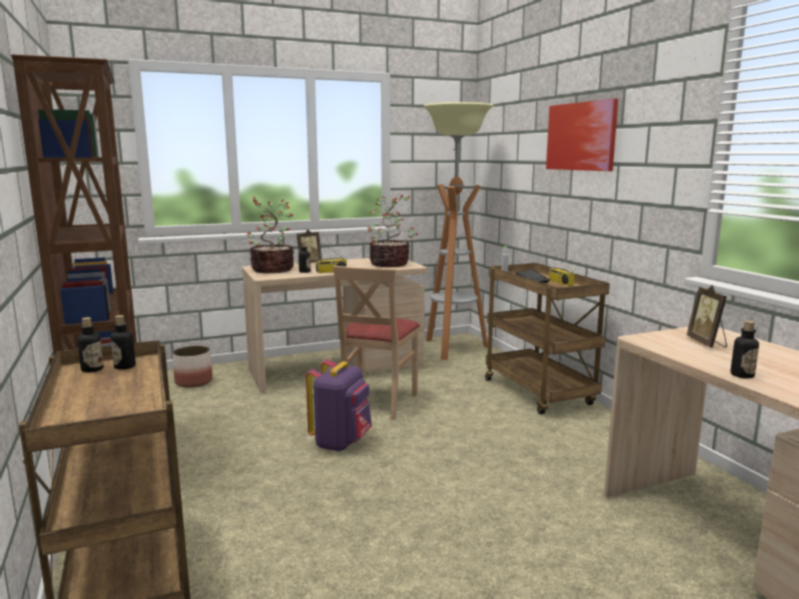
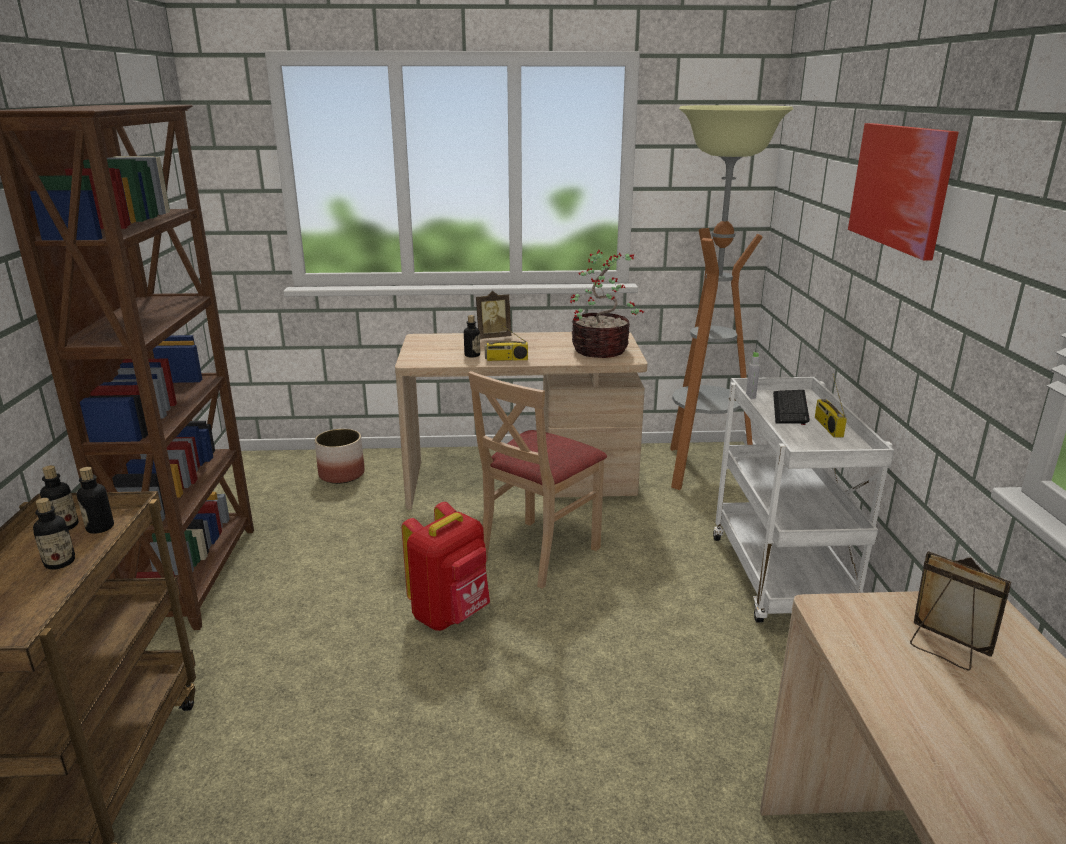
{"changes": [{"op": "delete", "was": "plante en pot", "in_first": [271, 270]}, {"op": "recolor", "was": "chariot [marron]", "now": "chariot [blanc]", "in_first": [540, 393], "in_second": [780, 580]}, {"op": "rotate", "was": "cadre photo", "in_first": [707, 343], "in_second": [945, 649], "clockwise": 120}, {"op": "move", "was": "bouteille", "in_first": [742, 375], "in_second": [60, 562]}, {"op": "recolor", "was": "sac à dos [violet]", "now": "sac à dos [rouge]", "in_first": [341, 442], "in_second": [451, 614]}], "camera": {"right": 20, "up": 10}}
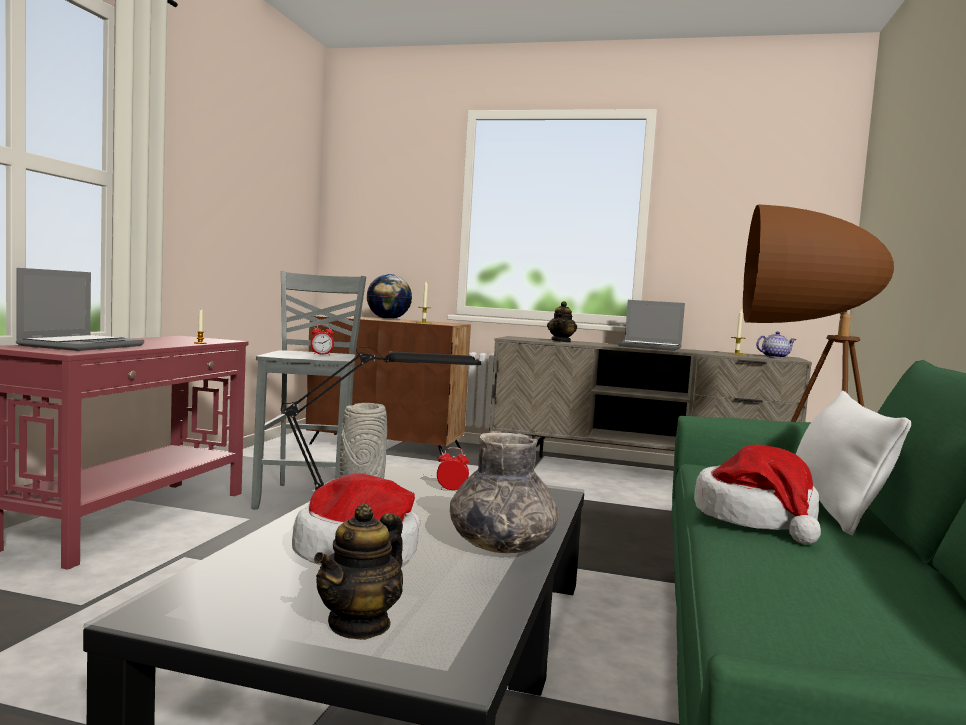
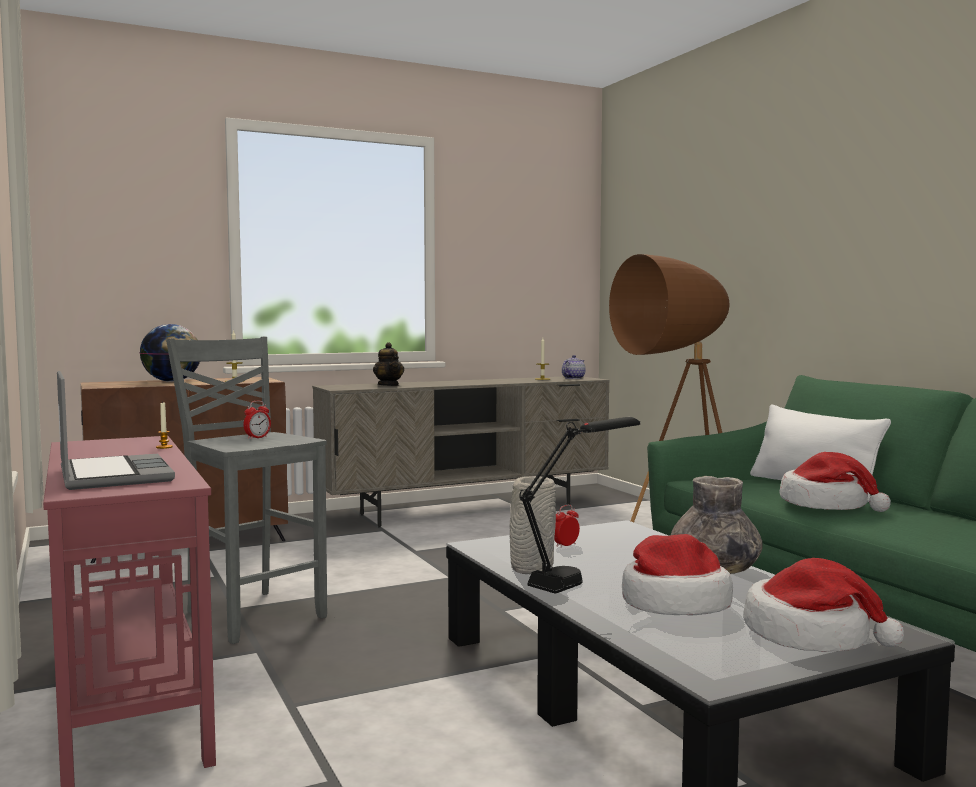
{"changes": [{"op": "delete", "was": "ordinateur portable", "in_first": [650, 347]}, {"op": "replace", "was": "théière", "now": "chapeau", "in_first": [360, 624], "in_second": [810, 635]}], "camera": {"right": -40, "up": 0}}
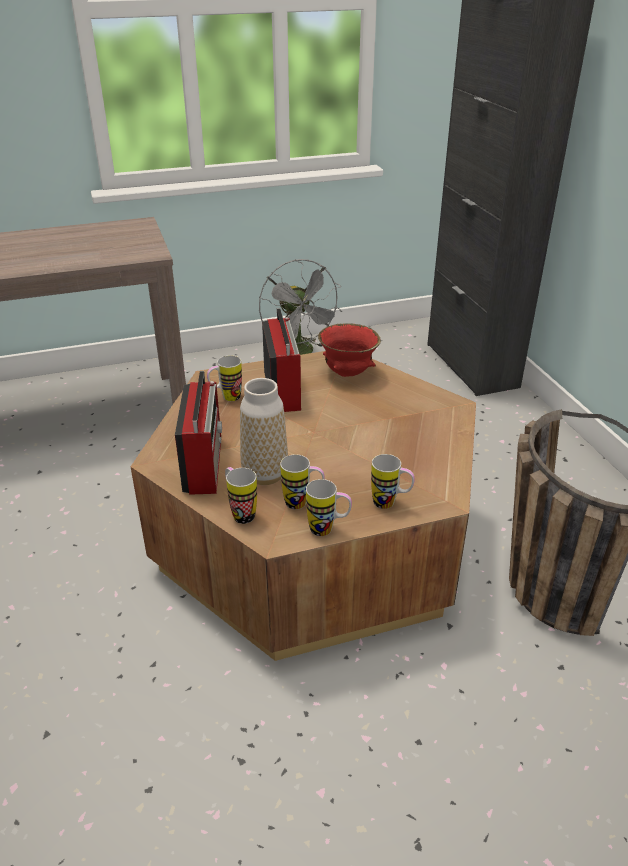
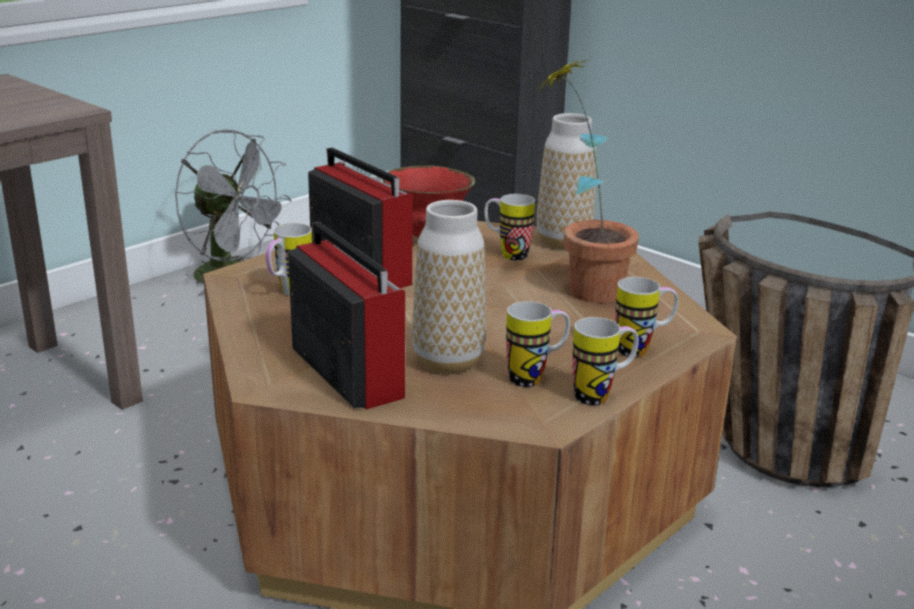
{"changes": [{"op": "move", "was": "mug", "in_first": [240, 512], "in_second": [506, 254]}, {"op": "insert", "now": "plante en pot", "in_second": [581, 286]}, {"op": "insert", "now": "vase", "in_second": [563, 242]}], "camera": {"right": -30, "up": -10}}
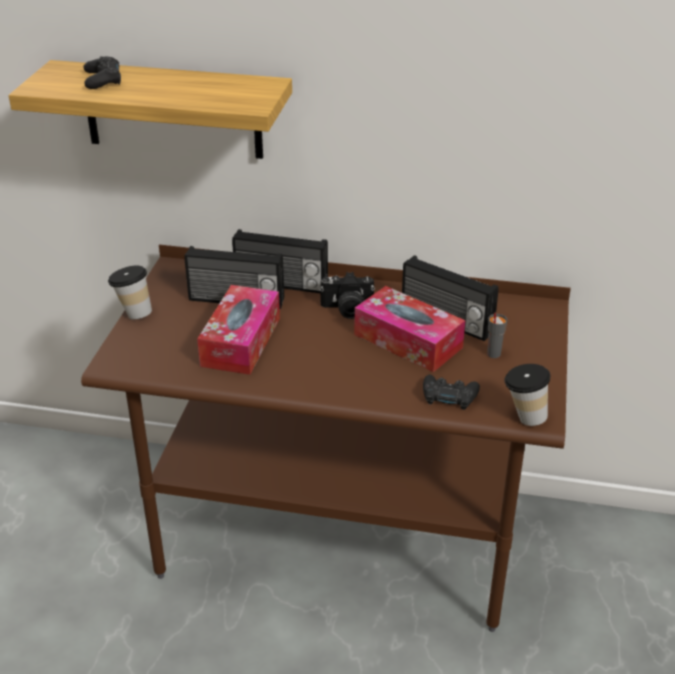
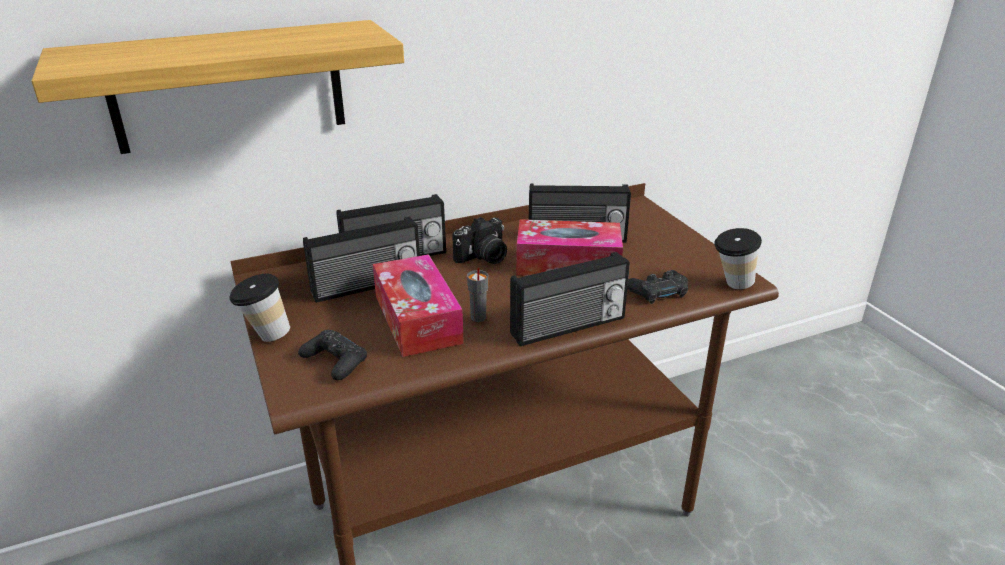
{"changes": [{"op": "move", "was": "manette [noir]", "in_first": [103, 80], "in_second": [335, 361]}, {"op": "move", "was": "tasse [gris]", "in_first": [493, 354], "in_second": [478, 318]}, {"op": "insert", "now": "radio", "in_second": [569, 327]}], "camera": {"right": -35, "up": -5}}
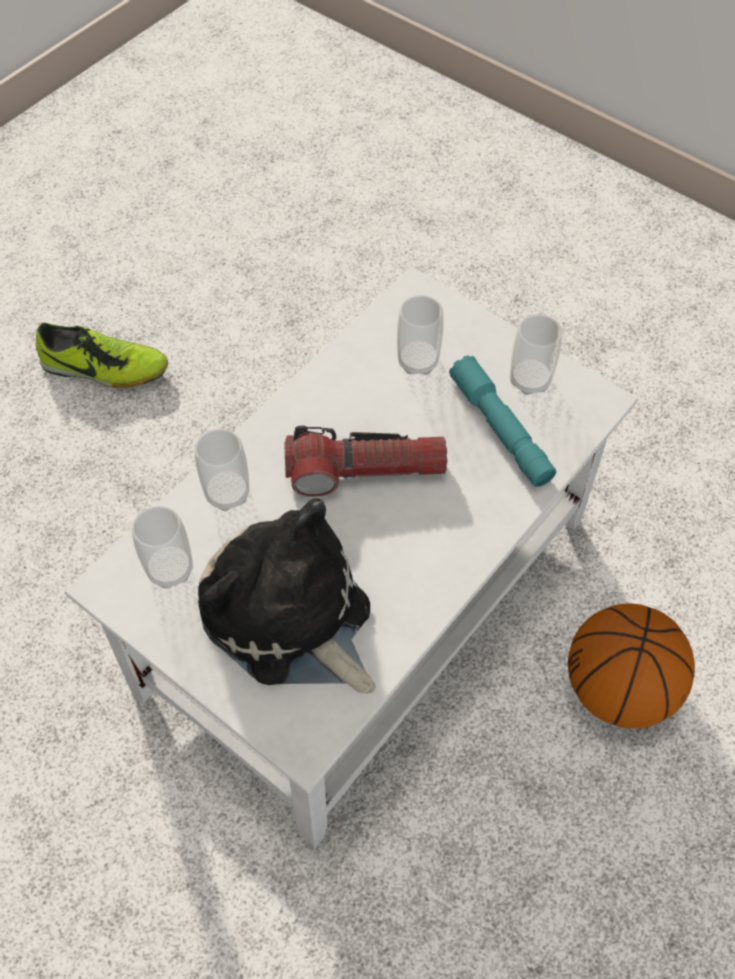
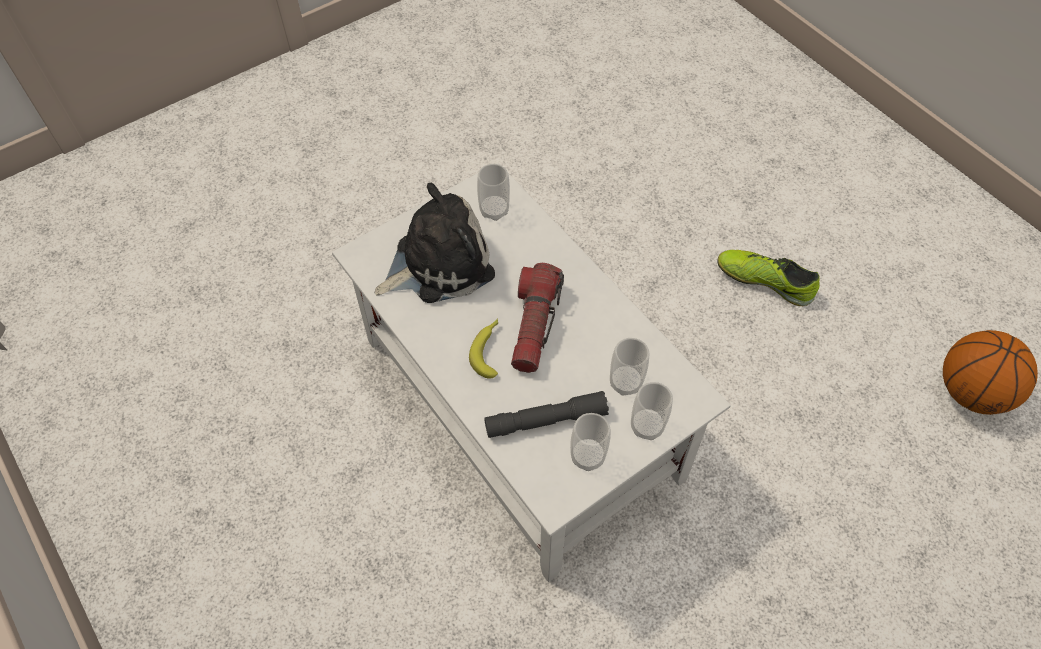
{"changes": [{"op": "rotate", "was": "chaussure", "in_first": [105, 369], "in_second": [764, 281], "clockwise": 90}, {"op": "recolor", "was": "lampe de poche [turquoise]", "now": "lampe de poche [gris]", "in_first": [500, 429], "in_second": [546, 420]}, {"op": "move", "was": "tasse", "in_first": [227, 493], "in_second": [647, 426]}, {"op": "move", "was": "ballon de basket", "in_first": [618, 688], "in_second": [971, 392]}, {"op": "insert", "now": "banane", "in_second": [489, 350]}], "camera": {"right": 105, "up": 0}}
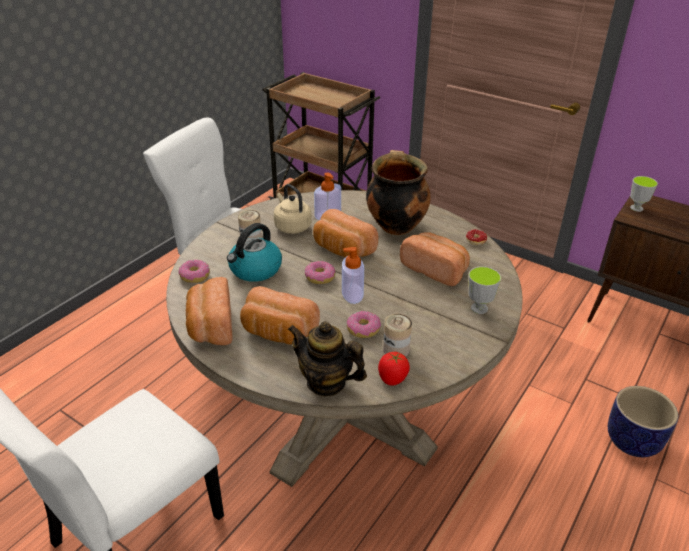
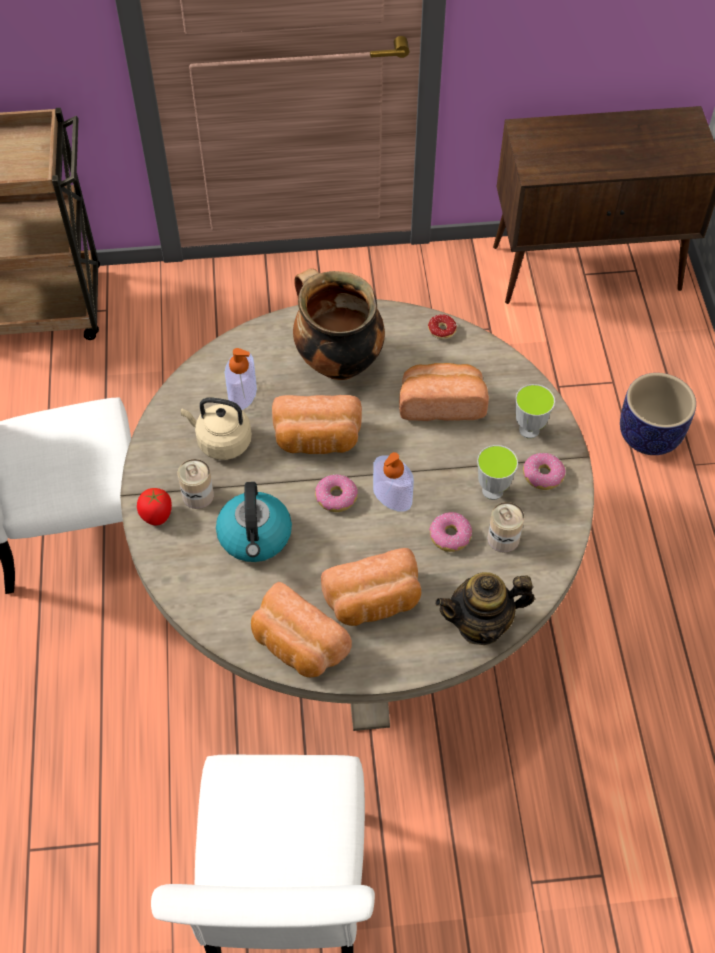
{"changes": [{"op": "move", "was": "tasse", "in_first": [636, 208], "in_second": [492, 491]}, {"op": "move", "was": "beignet", "in_first": [195, 276], "in_second": [542, 475]}, {"op": "move", "was": "tomate", "in_first": [392, 379], "in_second": [157, 515]}], "camera": {"right": -40, "up": 20}}
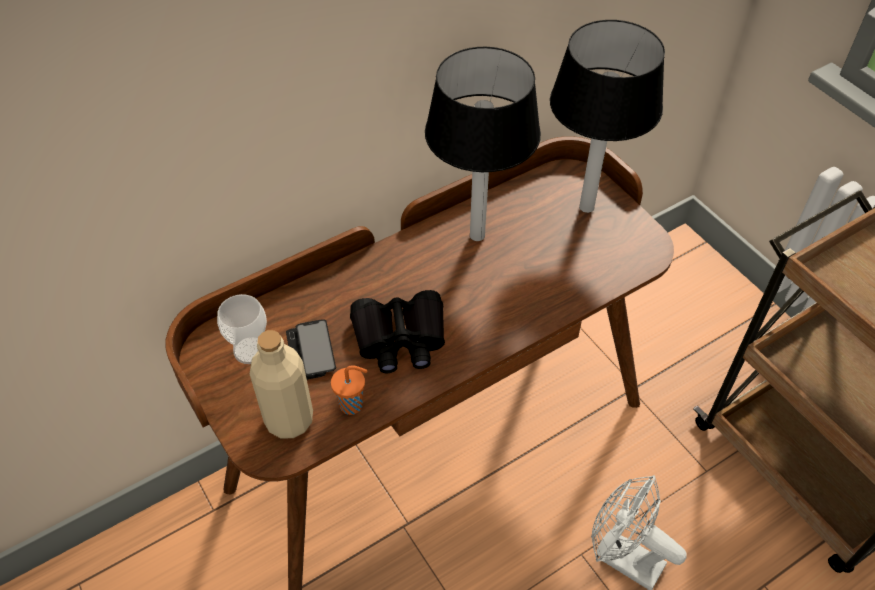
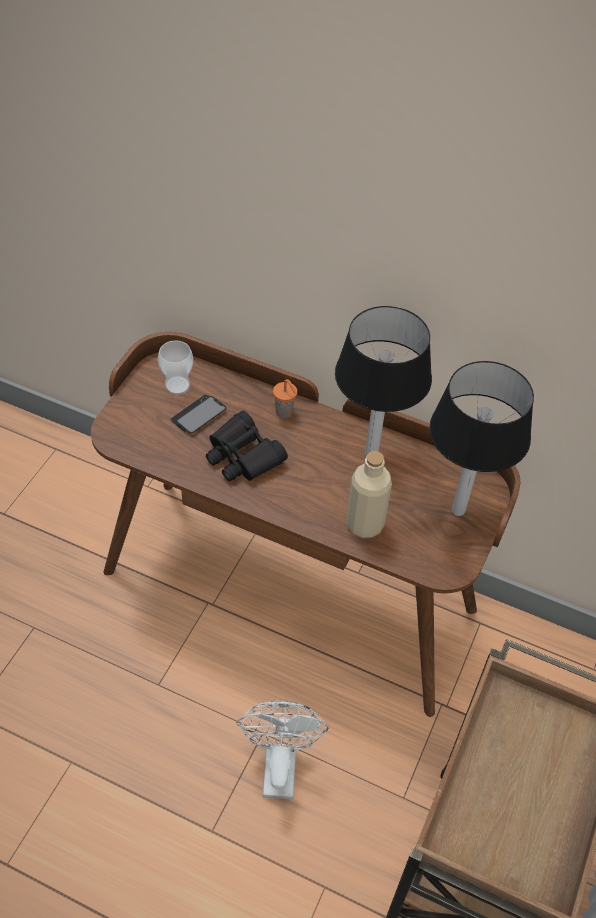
{"changes": [{"op": "move", "was": "bouteille [beige]", "in_first": [289, 419], "in_second": [364, 524]}, {"op": "move", "was": "tasse [orange]", "in_first": [352, 405], "in_second": [285, 412]}], "camera": {"right": 55, "up": 0}}
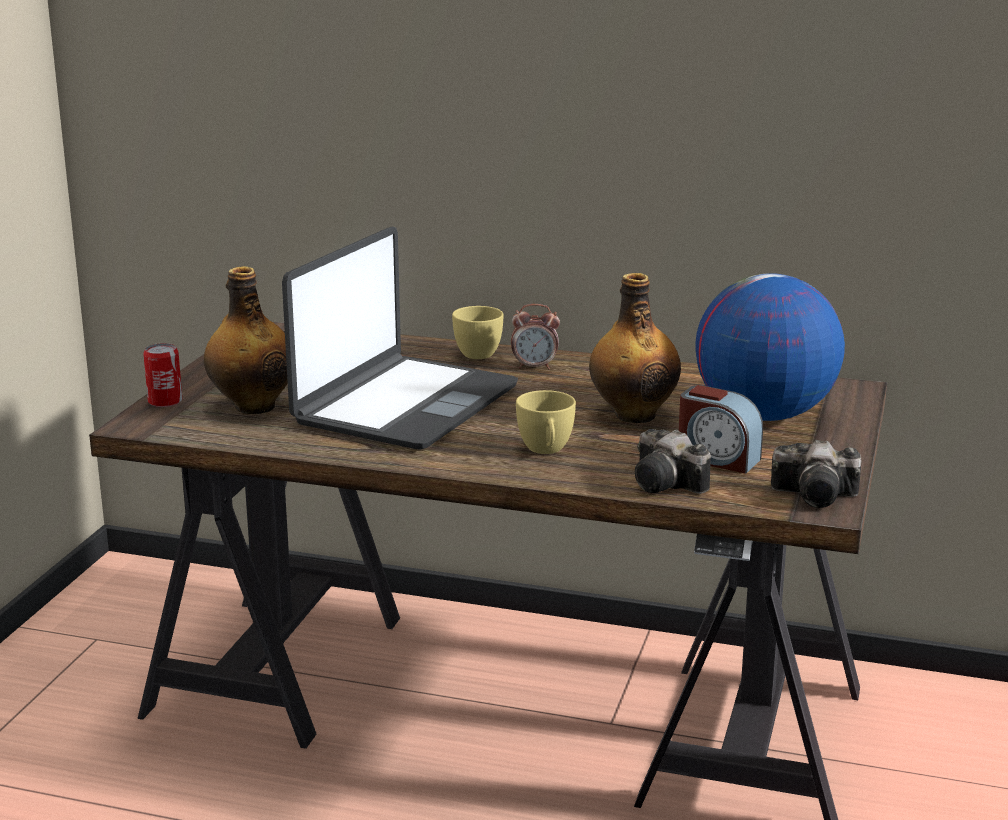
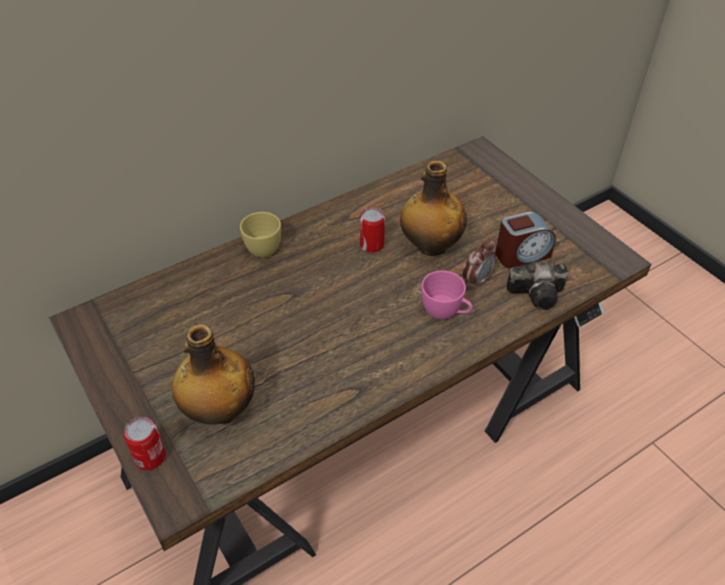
{"changes": [{"op": "delete", "was": "ordinateur portable", "in_first": [404, 405]}, {"op": "delete", "was": "globe", "in_first": [763, 415]}, {"op": "move", "was": "réveil", "in_first": [534, 367], "in_second": [477, 280]}, {"op": "recolor", "was": "tasse [jaune]", "now": "tasse [rose]", "in_first": [546, 450], "in_second": [445, 313]}, {"op": "delete", "was": "appareil photo", "in_first": [818, 496]}, {"op": "insert", "now": "boîte métallique", "in_second": [372, 245]}], "camera": {"right": -50, "up": 25}}
